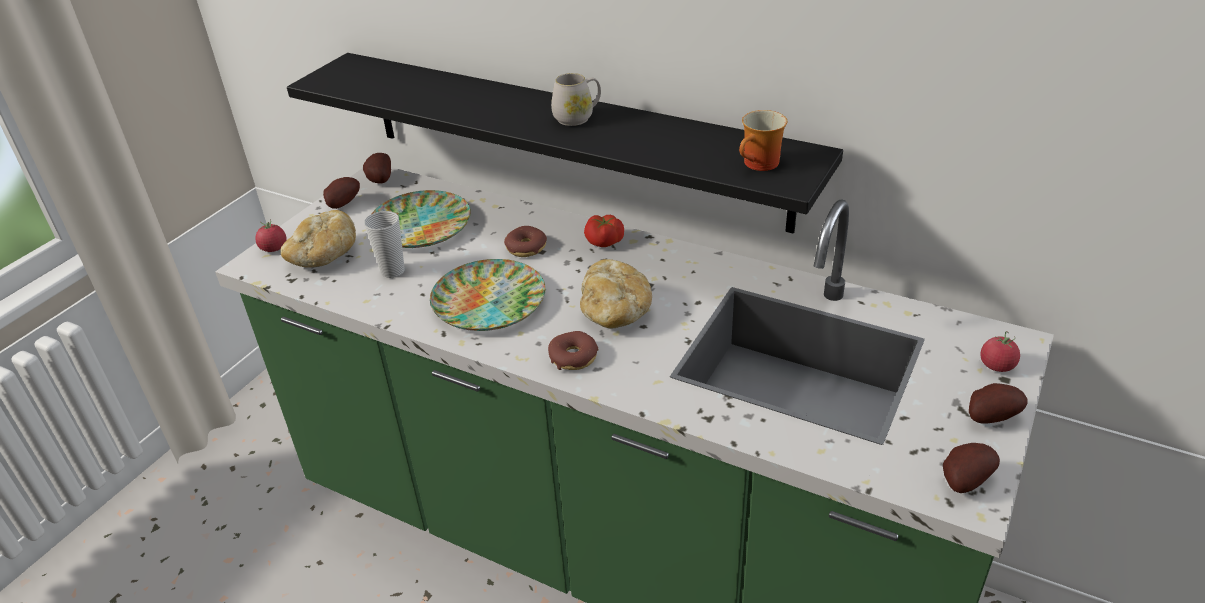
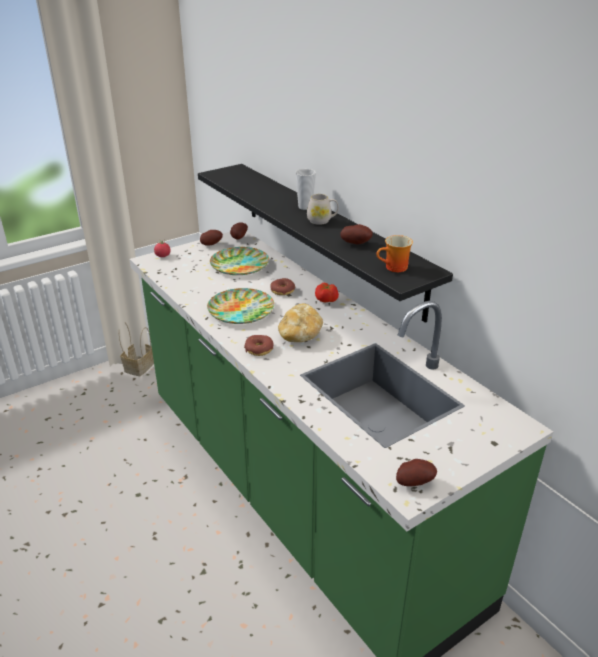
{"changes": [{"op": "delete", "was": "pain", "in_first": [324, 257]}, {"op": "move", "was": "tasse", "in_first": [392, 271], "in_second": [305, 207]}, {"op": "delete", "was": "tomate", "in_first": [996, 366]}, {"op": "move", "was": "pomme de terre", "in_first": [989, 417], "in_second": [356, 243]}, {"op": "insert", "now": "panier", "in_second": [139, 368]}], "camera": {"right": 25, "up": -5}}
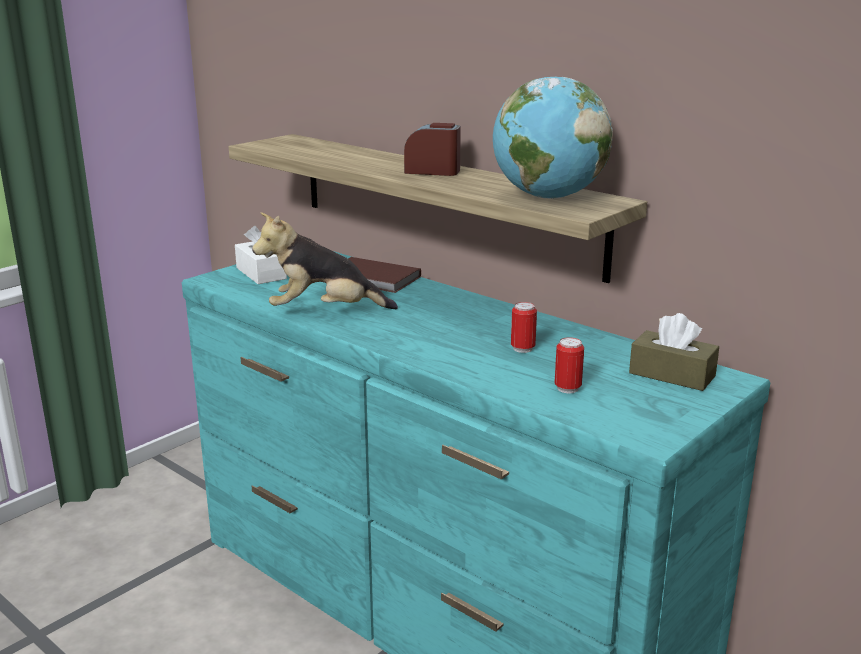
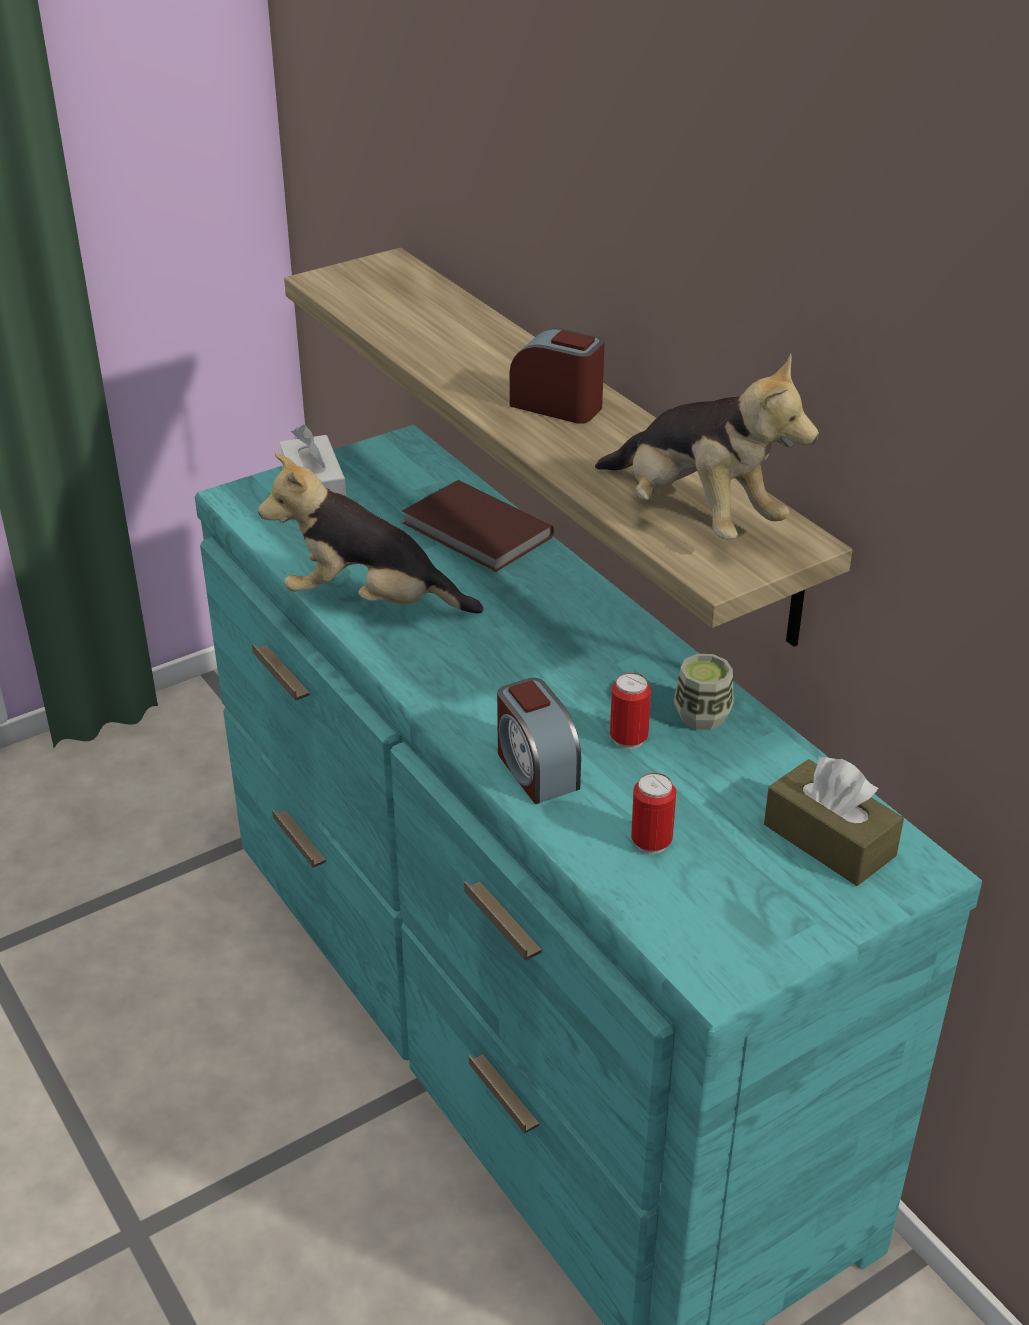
{"changes": [{"op": "replace", "was": "globe", "now": "peluche", "in_first": [548, 197], "in_second": [695, 516]}, {"op": "insert", "now": "tasse", "in_second": [702, 716]}, {"op": "insert", "now": "réveil", "in_second": [535, 769]}], "camera": {"right": 15, "up": 15}}
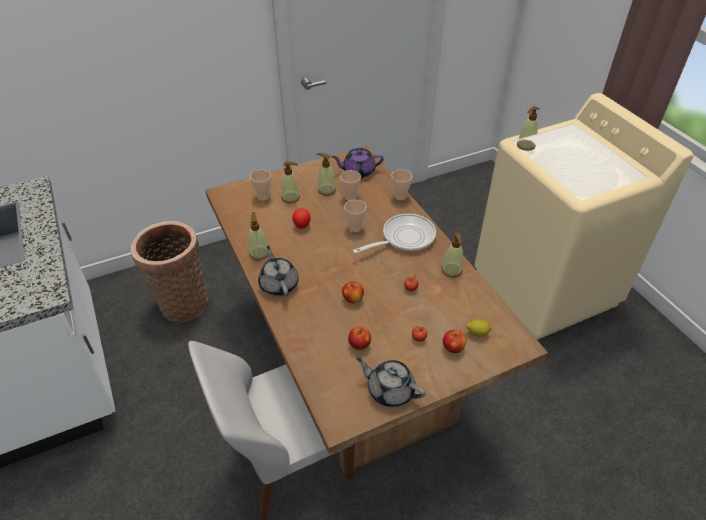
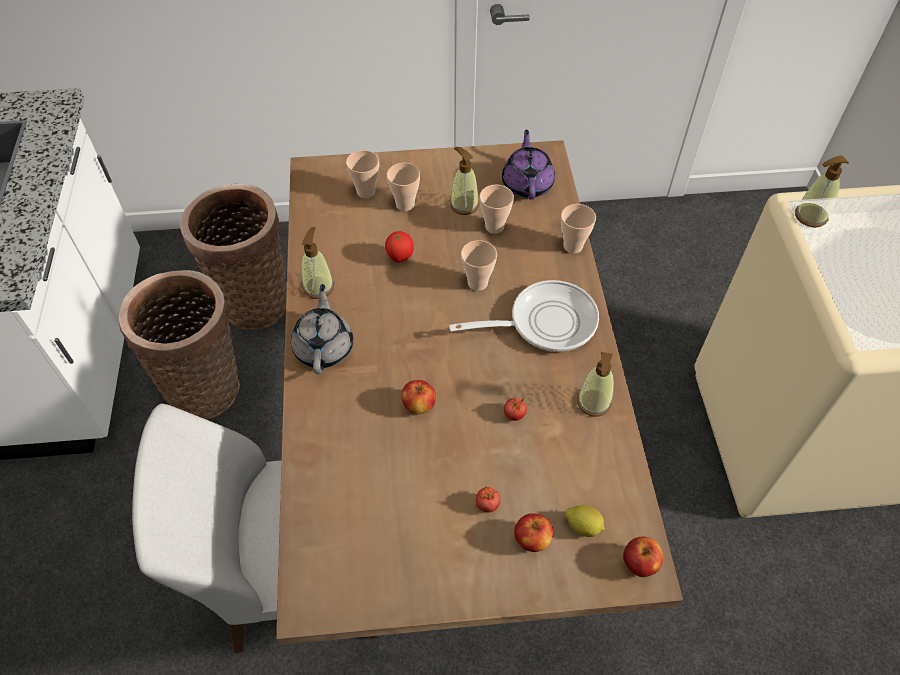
{"changes": [{"op": "rotate", "was": "théière [violet]", "in_first": [358, 171], "in_second": [527, 183], "clockwise": 75}, {"op": "replace", "was": "distributeur de savon", "now": "tasse", "in_first": [291, 198], "in_second": [405, 204]}, {"op": "move", "was": "pomme", "in_first": [359, 345], "in_second": [639, 563]}, {"op": "delete", "was": "théière [gris]", "in_first": [390, 390]}, {"op": "insert", "now": "panier", "in_second": [206, 386]}], "camera": {"right": 20, "up": 10}}
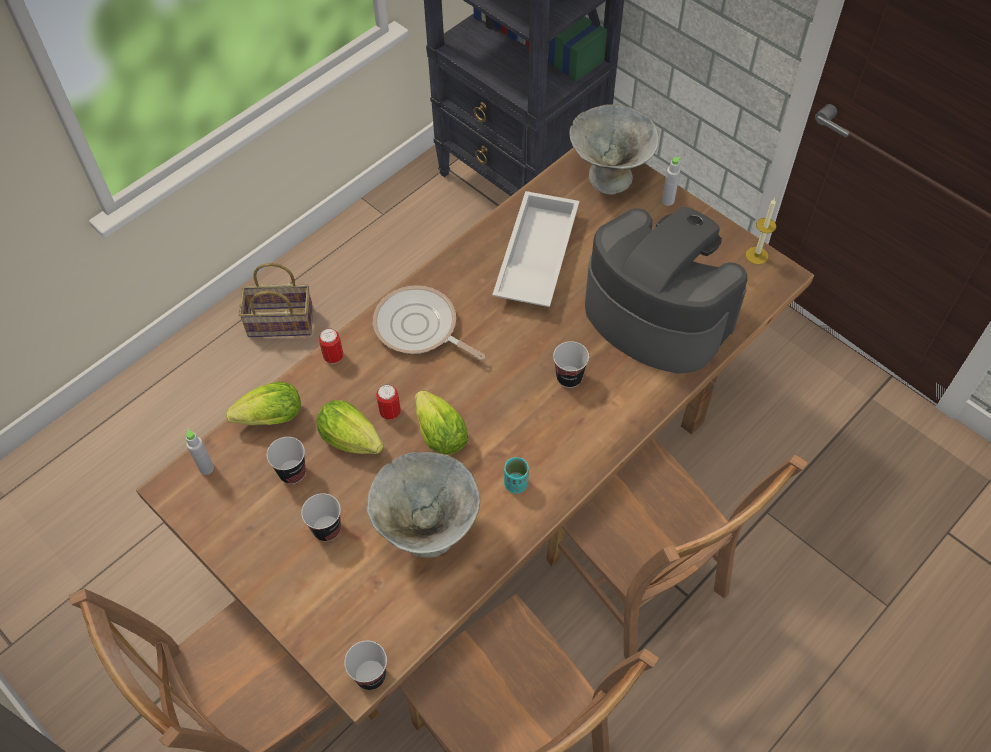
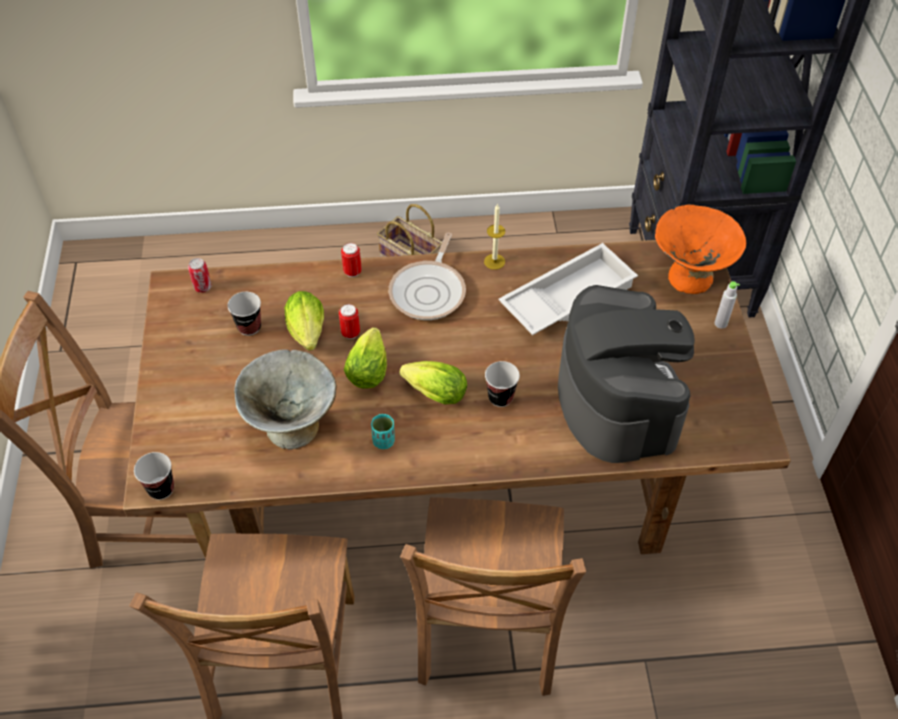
{"changes": [{"op": "recolor", "was": "bol [gris]", "now": "bol [orange]", "in_first": [609, 177], "in_second": [690, 277]}, {"op": "move", "was": "bougie", "in_first": [757, 255], "in_second": [494, 261]}, {"op": "rotate", "was": "poêle", "in_first": [419, 328], "in_second": [429, 291], "clockwise": -150}, {"op": "move", "was": "laitue", "in_first": [267, 419], "in_second": [432, 393]}, {"op": "replace", "was": "bouteille [gris]", "now": "boîte métallique", "in_first": [206, 468], "in_second": [202, 287]}, {"op": "delete", "was": "tasse", "in_first": [327, 529]}], "camera": {"right": 40, "up": -5}}
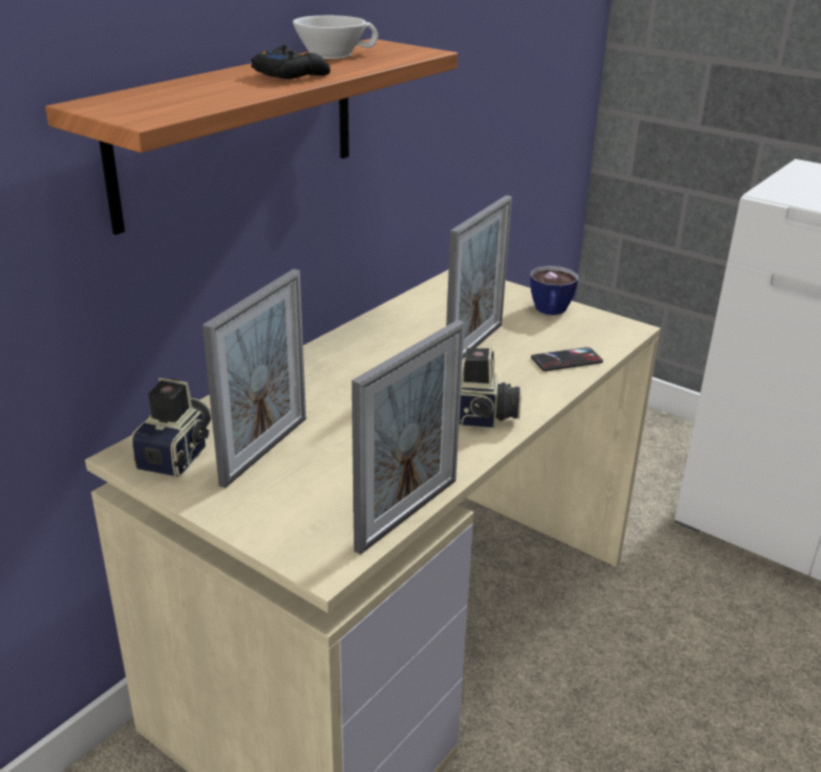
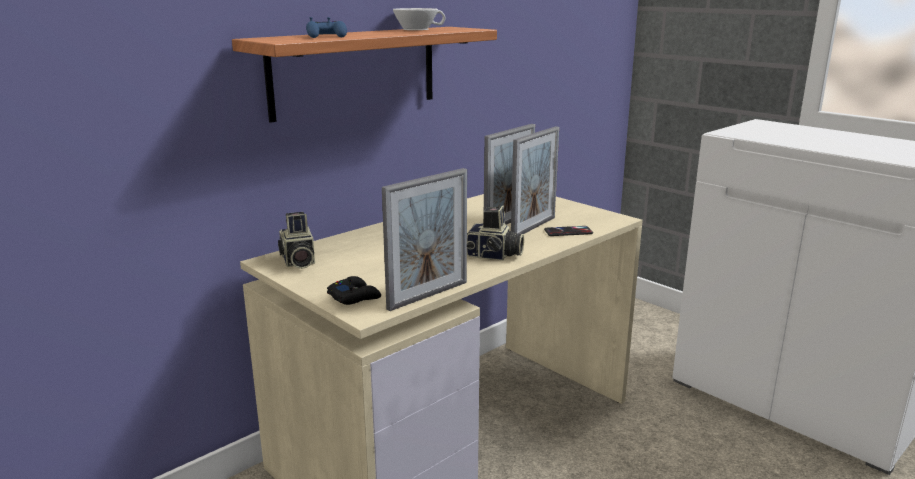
{"changes": [{"op": "move", "was": "manette [noir]", "in_first": [291, 75], "in_second": [354, 297]}, {"op": "delete", "was": "tasse", "in_first": [550, 312]}, {"op": "move", "was": "cadre photo", "in_first": [265, 450], "in_second": [533, 227]}, {"op": "rotate", "was": "appareil photo", "in_first": [180, 454], "in_second": [297, 261], "clockwise": 135}, {"op": "insert", "now": "manette [bleu]", "in_second": [326, 36]}], "camera": {"right": 10, "up": -10}}
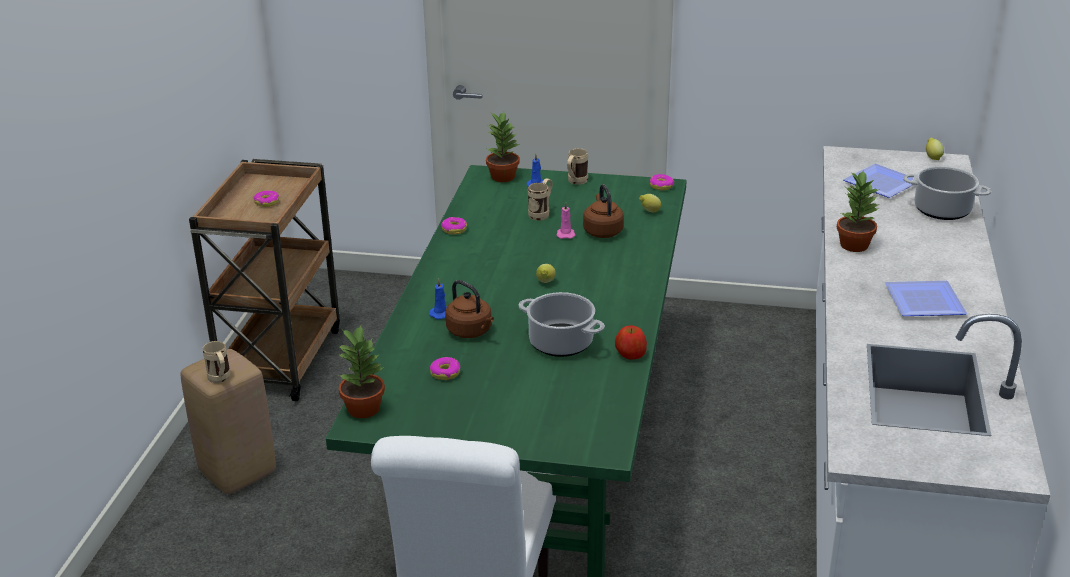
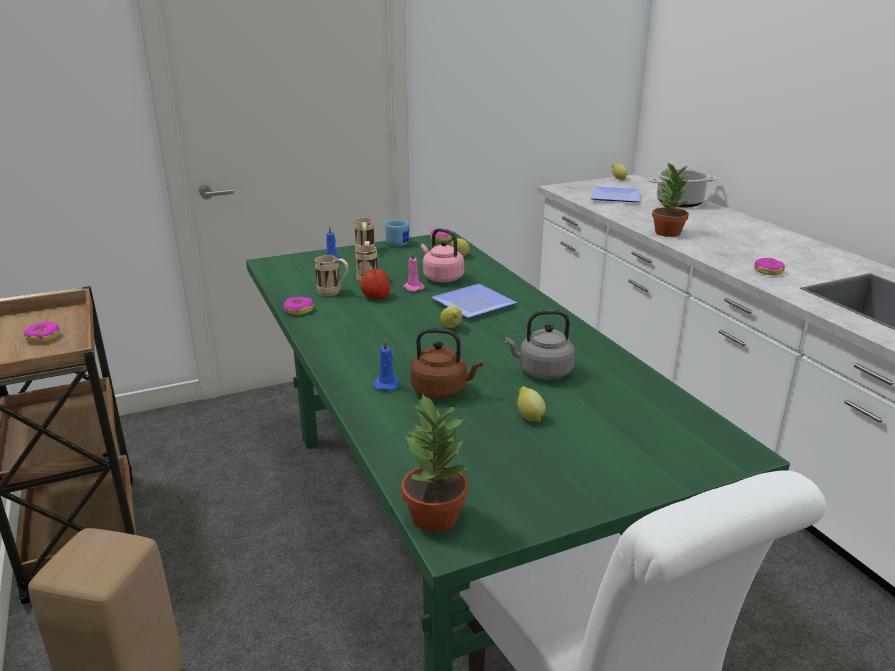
{"changes": [{"op": "delete", "was": "plante en pot", "in_first": [502, 176]}, {"op": "recolor", "was": "bouilloire [marron]", "now": "bouilloire [rose]", "in_first": [602, 231], "in_second": [441, 278]}, {"op": "move", "was": "assiette", "in_first": [922, 303], "in_second": [473, 305]}, {"op": "replace", "was": "marmite", "now": "bouilloire [gris]", "in_first": [560, 343], "in_second": [542, 372]}, {"op": "move", "was": "pomme", "in_first": [630, 354], "in_second": [376, 296]}, {"op": "move", "was": "mug [beige]", "in_first": [220, 380], "in_second": [333, 293]}, {"op": "move", "was": "beignet", "in_first": [445, 373], "in_second": [768, 271]}, {"op": "insert", "now": "mug [bleu]", "in_second": [399, 243]}, {"op": "insert", "now": "citron", "in_second": [529, 417]}], "camera": {"right": -35, "up": -5}}
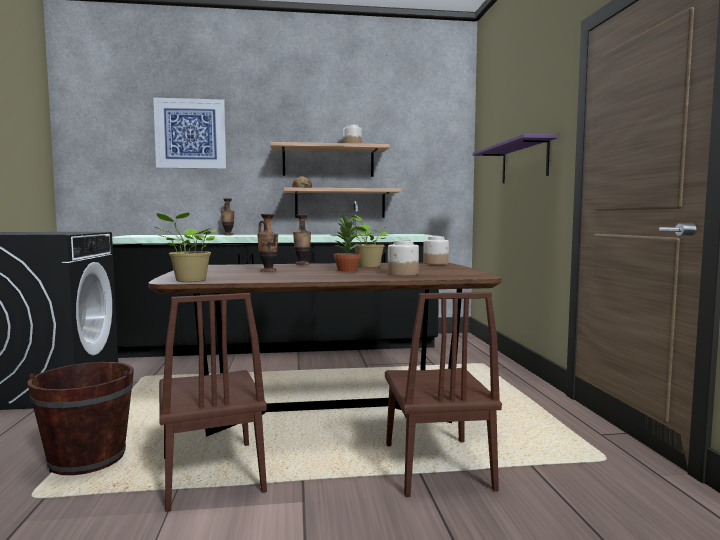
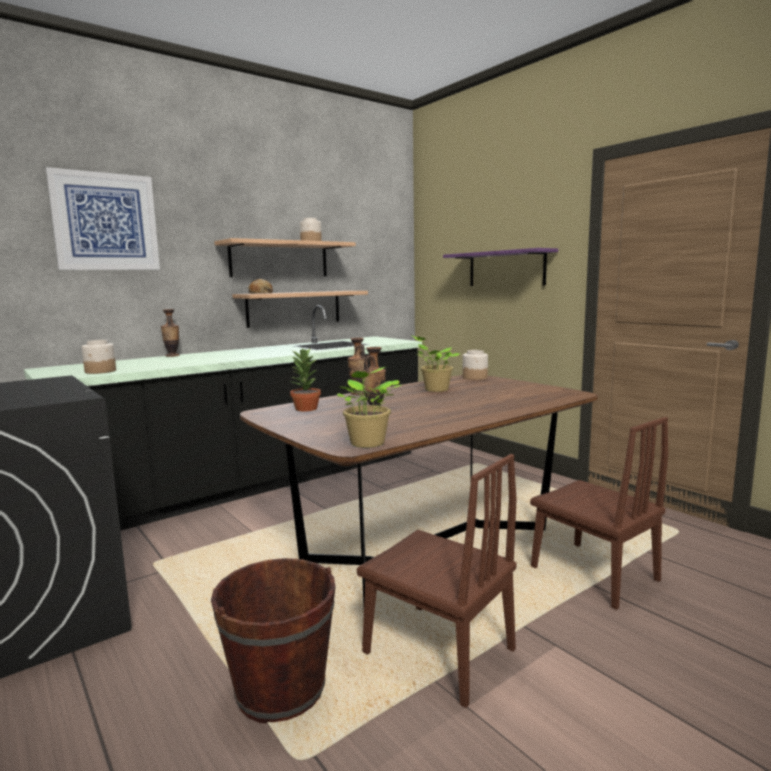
{"changes": [{"op": "move", "was": "plante en pot", "in_first": [346, 270], "in_second": [305, 409]}, {"op": "move", "was": "bocal", "in_first": [403, 274], "in_second": [100, 371]}], "camera": {"right": -30, "up": 5}}
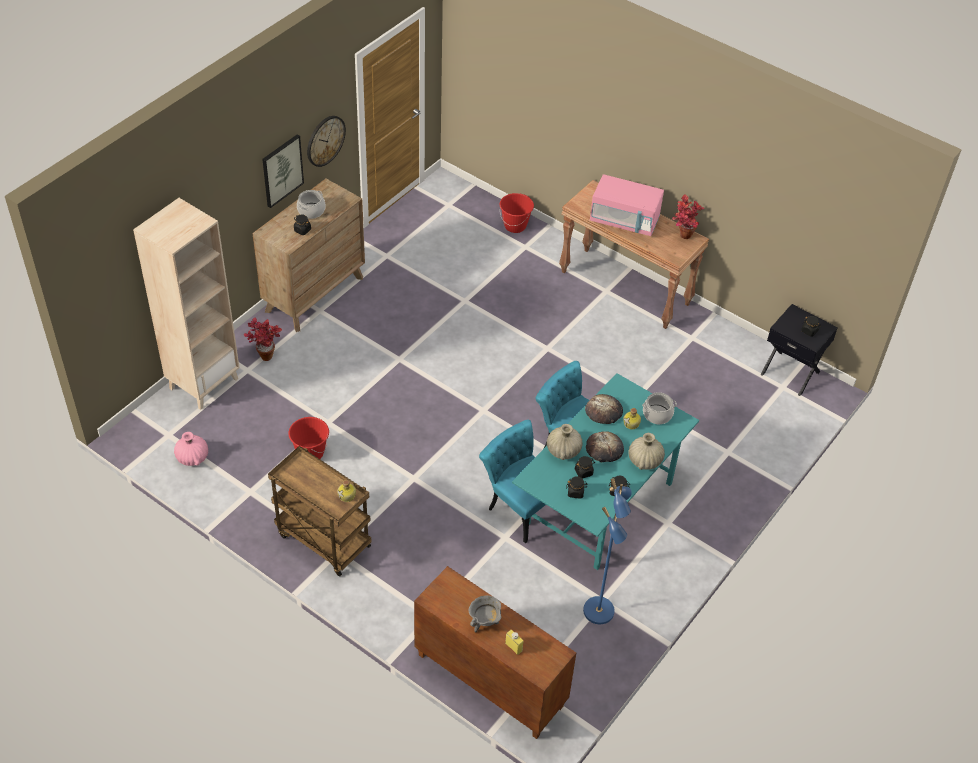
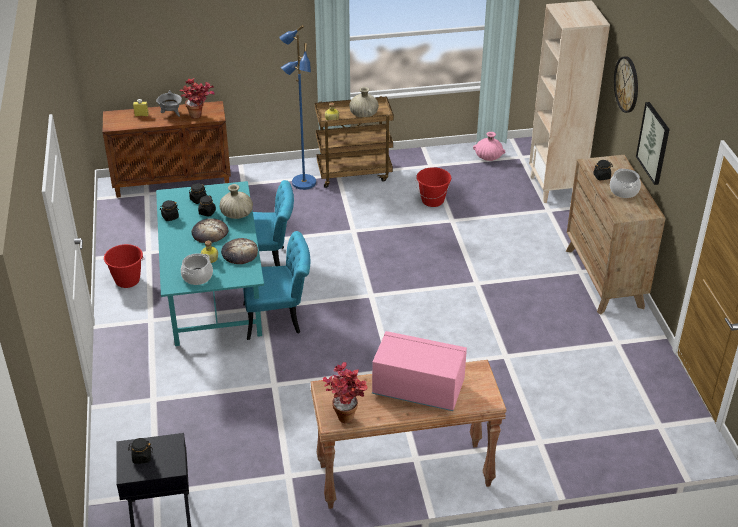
{"changes": [{"op": "move", "was": "horloge murale", "in_first": [325, 140], "in_second": [627, 84]}, {"op": "rotate", "was": "micro-ondes [rose]", "in_first": [624, 220], "in_second": [418, 389], "clockwise": 45}, {"op": "move", "was": "seau [rouge]", "in_first": [515, 226], "in_second": [127, 281]}, {"op": "move", "was": "plante en pot", "in_first": [264, 354], "in_second": [200, 116]}, {"op": "move", "was": "vase [beige]", "in_first": [644, 460], "in_second": [364, 114]}, {"op": "move", "was": "lampadaire [bleu]", "in_first": [599, 611], "in_second": [303, 183]}], "camera": {"right": 135, "up": -10}}
